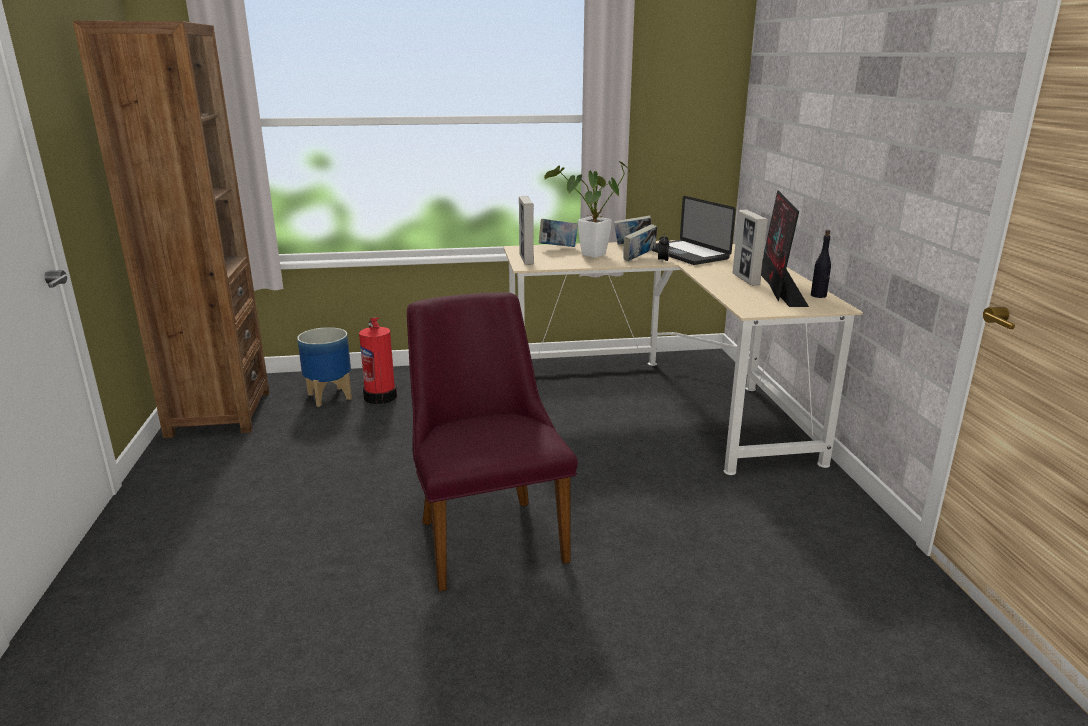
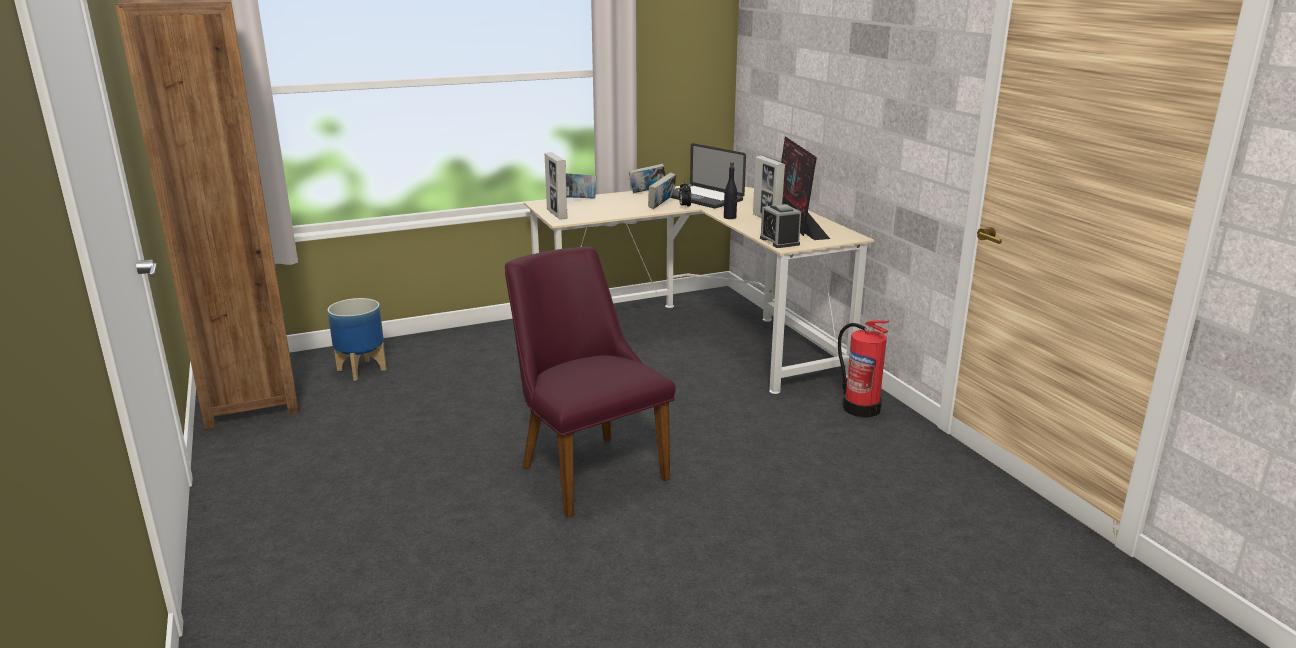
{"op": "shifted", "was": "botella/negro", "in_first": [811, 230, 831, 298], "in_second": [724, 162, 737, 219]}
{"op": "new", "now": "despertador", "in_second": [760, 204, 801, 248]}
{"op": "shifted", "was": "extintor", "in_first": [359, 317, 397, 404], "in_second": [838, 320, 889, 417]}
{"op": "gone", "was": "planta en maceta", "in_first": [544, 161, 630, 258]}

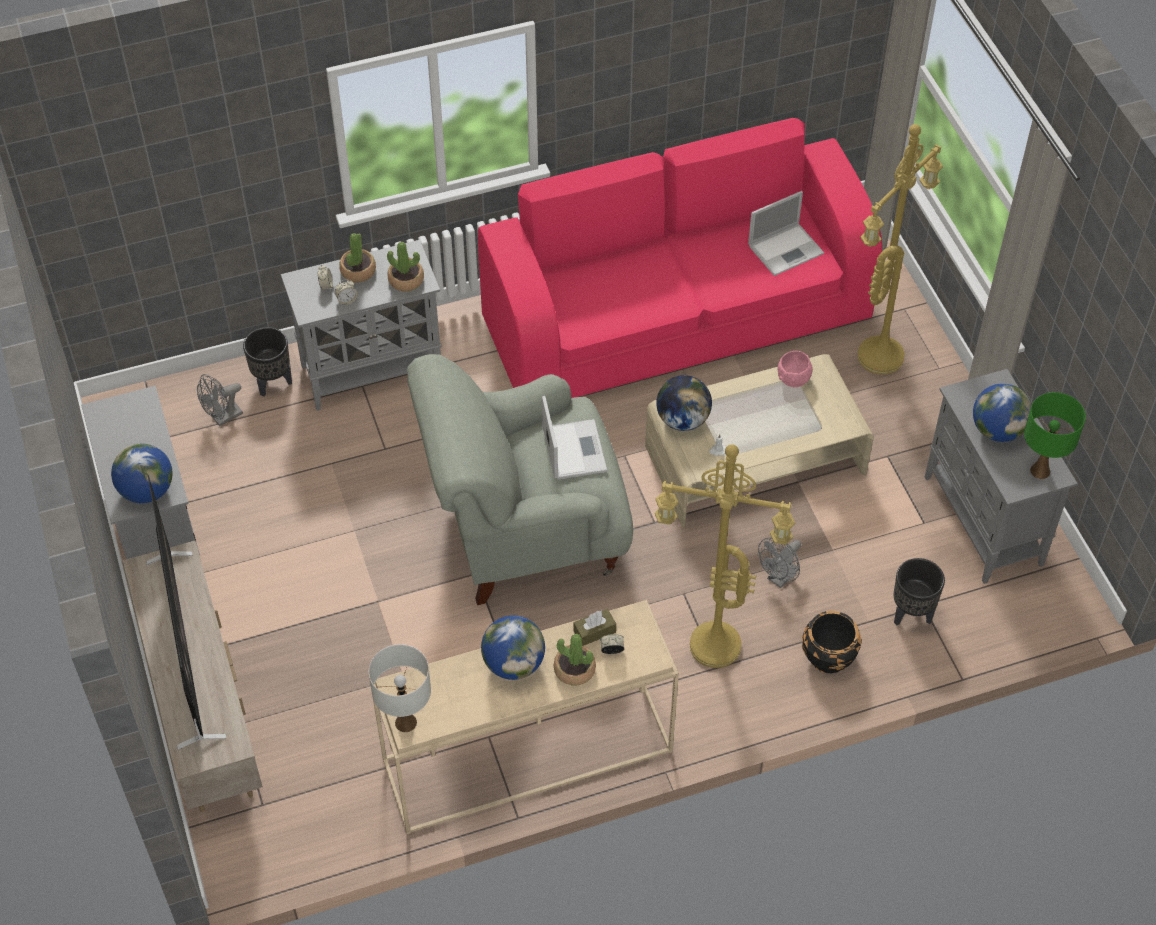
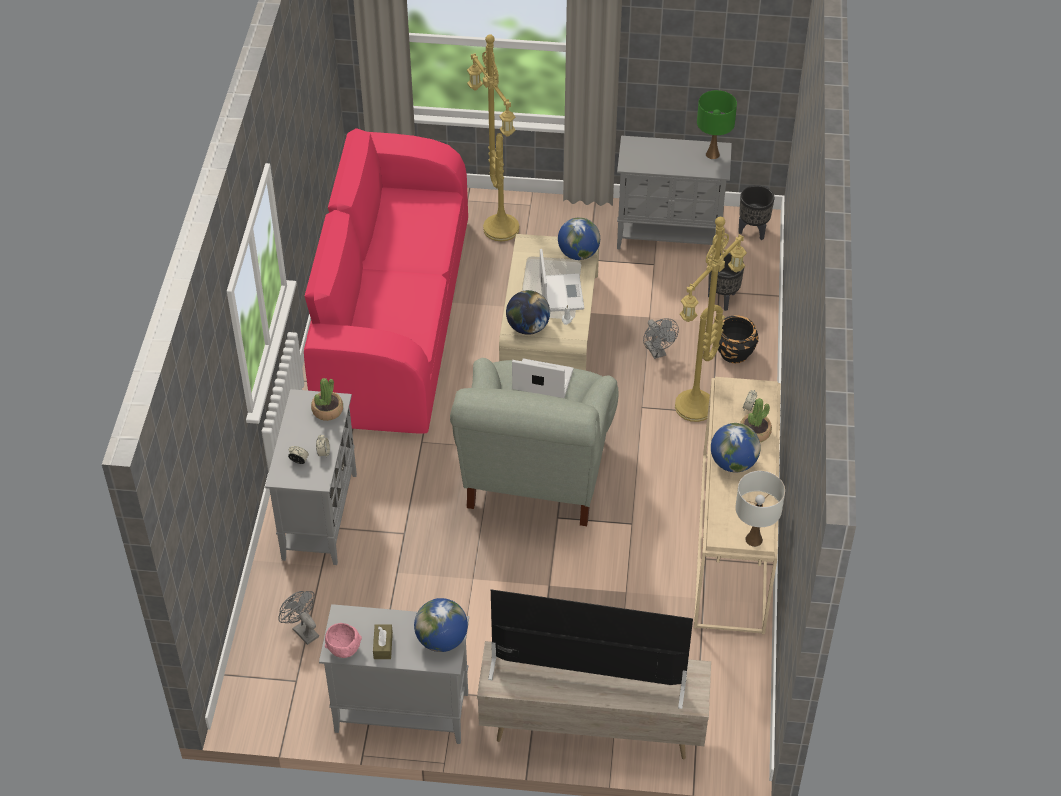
{"op": "rotated", "was": "ventilador/gris", "in_first": [197, 374, 243, 426], "in_second": [278, 591, 319, 645], "clockwise": 150}
{"op": "shifted", "was": "cuenco/rosa", "in_first": [778, 351, 813, 387], "in_second": [325, 623, 362, 658]}
{"op": "shifted", "was": "caja de pañuelos/marrón", "in_first": [573, 609, 616, 646], "in_second": [373, 624, 393, 659]}
{"op": "shifted", "was": "portátil", "in_first": [748, 191, 824, 276], "in_second": [540, 249, 584, 312]}
{"op": "shifted", "was": "globo terráqueo", "in_first": [973, 383, 1032, 442], "in_second": [558, 217, 600, 260]}
{"op": "shifted", "was": "maceta/negro", "in_first": [243, 327, 292, 397], "in_second": [738, 185, 774, 240]}
{"op": "gone", "was": "planta en maceta", "in_first": [339, 233, 376, 283]}

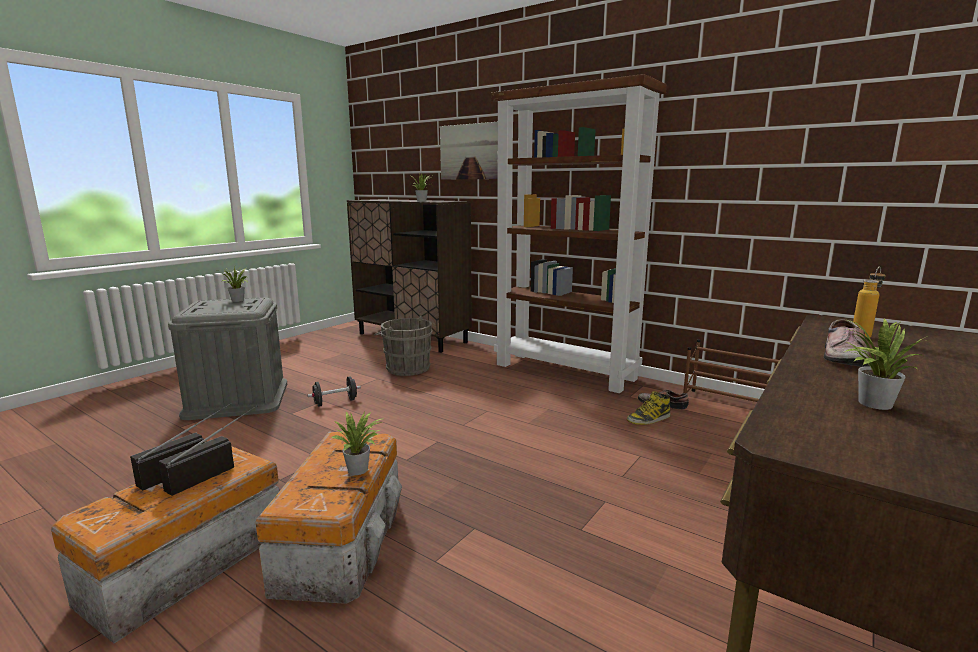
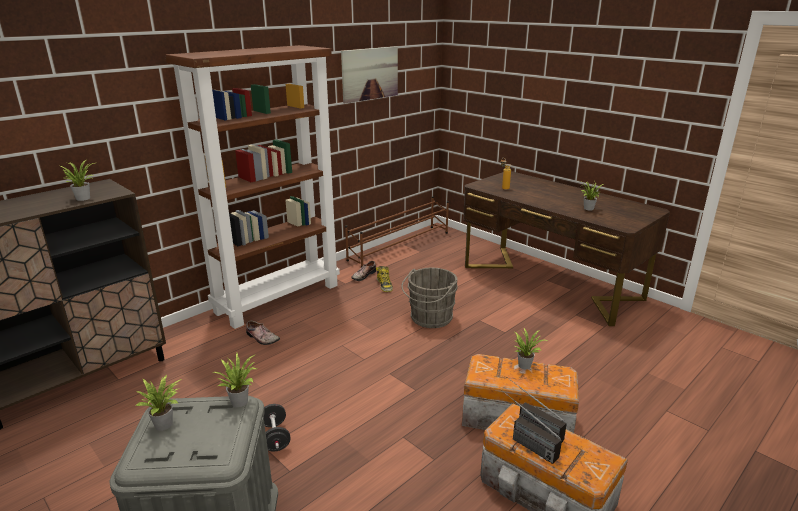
{"op": "new", "now": "planta en maceta", "in_second": [212, 353, 257, 407]}
{"op": "shifted", "was": "zapato", "in_first": [824, 319, 870, 367], "in_second": [246, 321, 280, 345]}
{"op": "shifted", "was": "cuadro", "in_first": [440, 122, 498, 179], "in_second": [341, 46, 398, 103]}
{"op": "shifted", "was": "cubo/gris", "in_first": [374, 316, 433, 376], "in_second": [402, 268, 458, 328]}

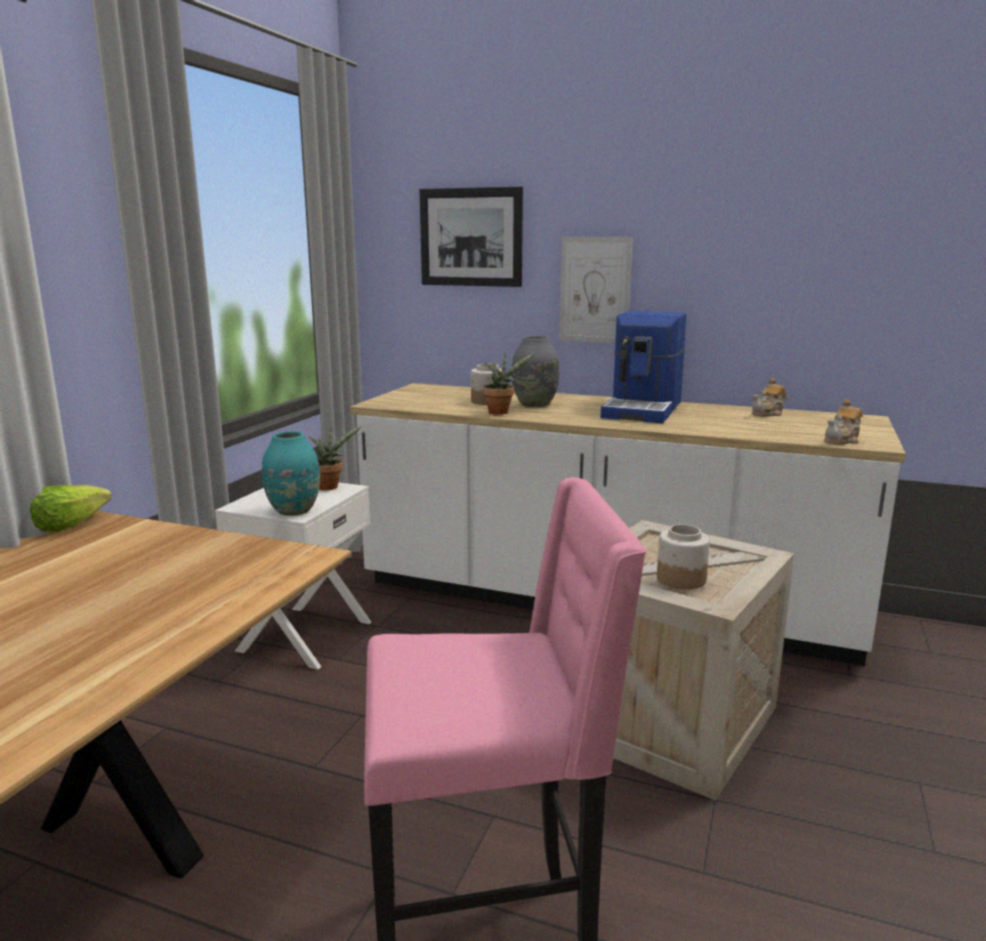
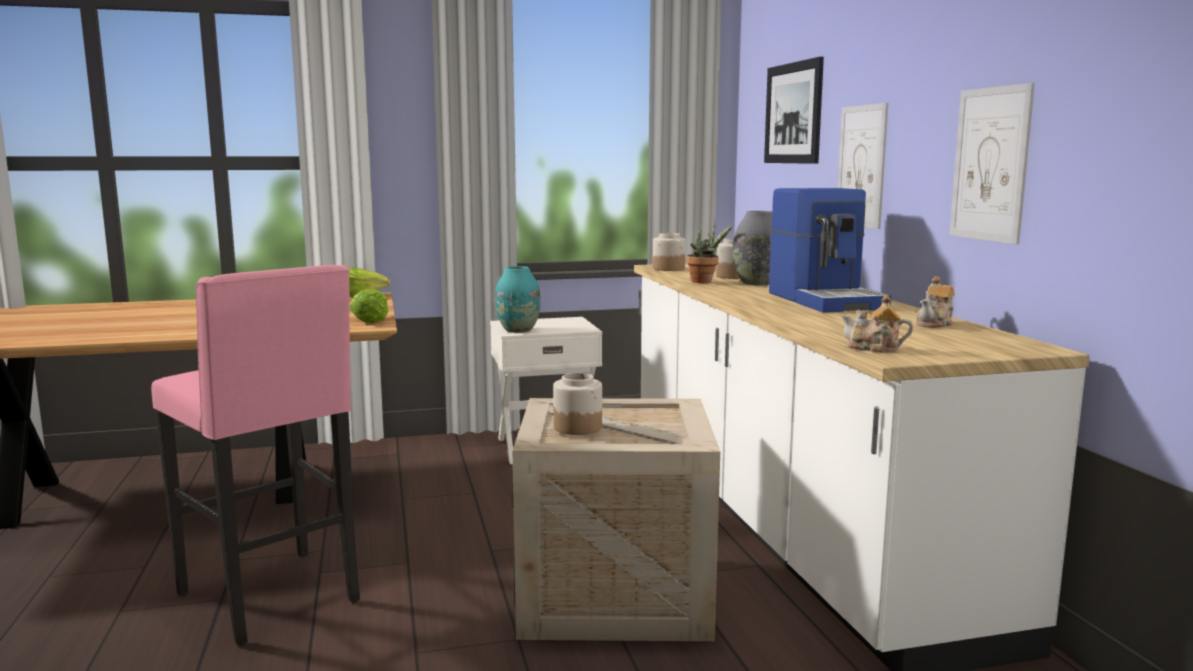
{"op": "new", "now": "lechuga", "in_second": [350, 289, 388, 323]}
{"op": "new", "now": "tarro", "in_second": [653, 233, 686, 271]}
{"op": "rotated", "was": "cafetera", "in_first": [600, 311, 687, 423], "in_second": [769, 188, 892, 313], "clockwise": -90}
{"op": "rotated", "was": "tetera", "in_first": [752, 378, 787, 417], "in_second": [916, 276, 955, 328], "clockwise": -75}
{"op": "new", "now": "cuadro", "in_second": [949, 83, 1035, 244]}
{"op": "gone", "was": "planta en maceta", "in_first": [309, 426, 361, 490]}

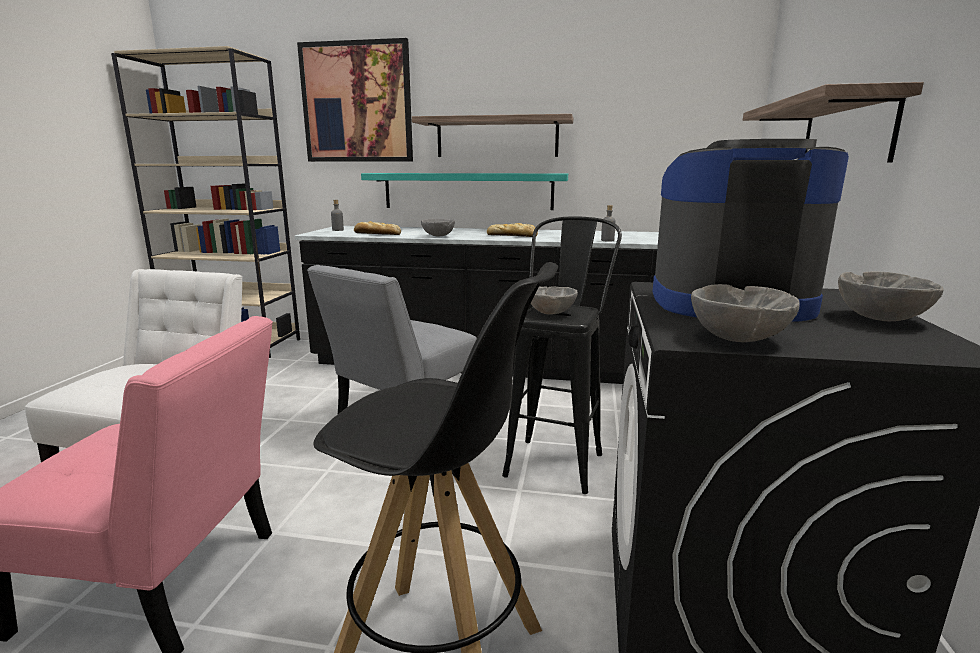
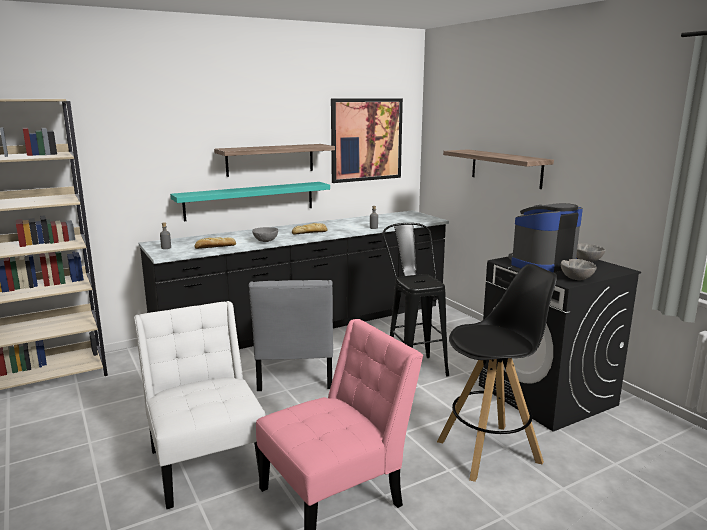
{"op": "shifted", "was": "cuadro", "in_first": [297, 38, 413, 162], "in_second": [331, 98, 403, 183]}
{"op": "gone", "was": "cuenco/gris", "in_first": [531, 286, 578, 315]}

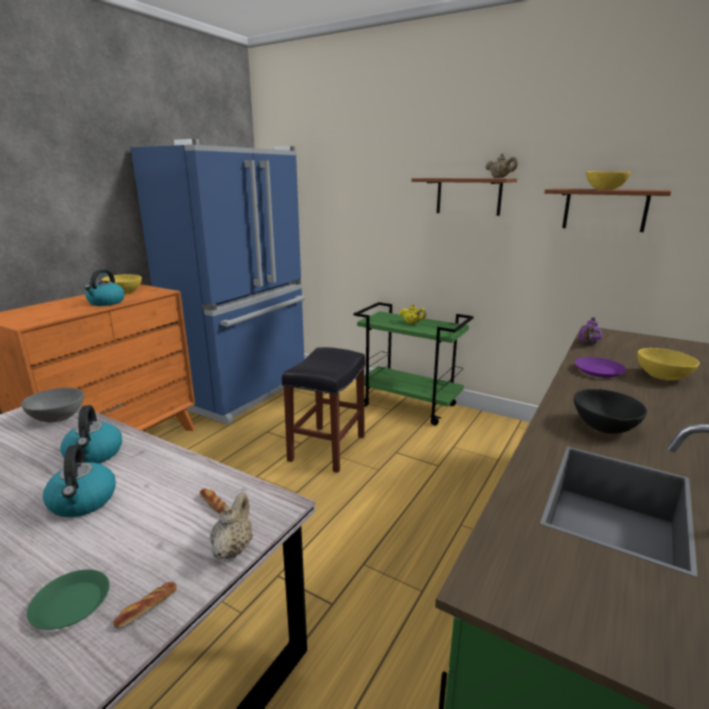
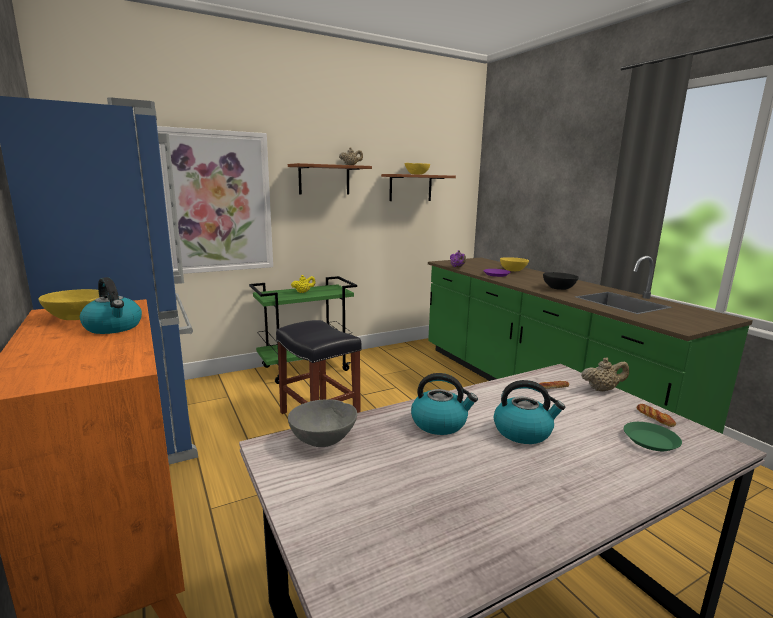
{"op": "new", "now": "cuadro", "in_second": [157, 126, 273, 274]}
{"op": "rotated", "was": "tetera/beis", "in_first": [210, 493, 253, 559], "in_second": [581, 358, 629, 391], "clockwise": 135}

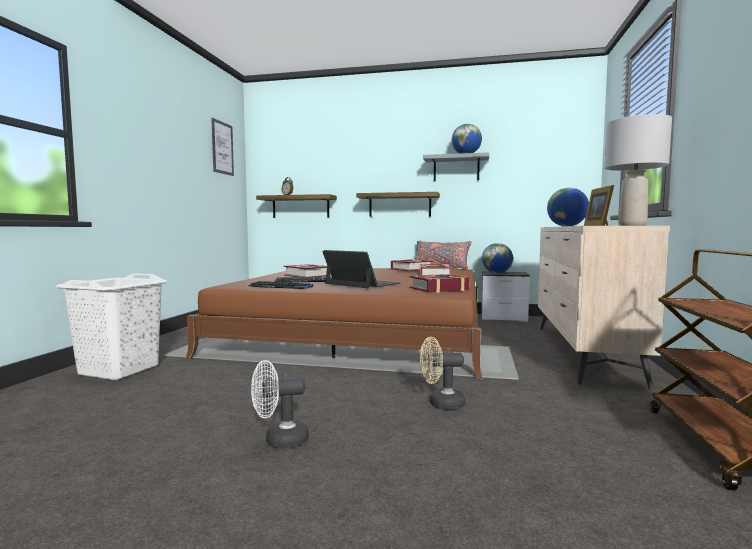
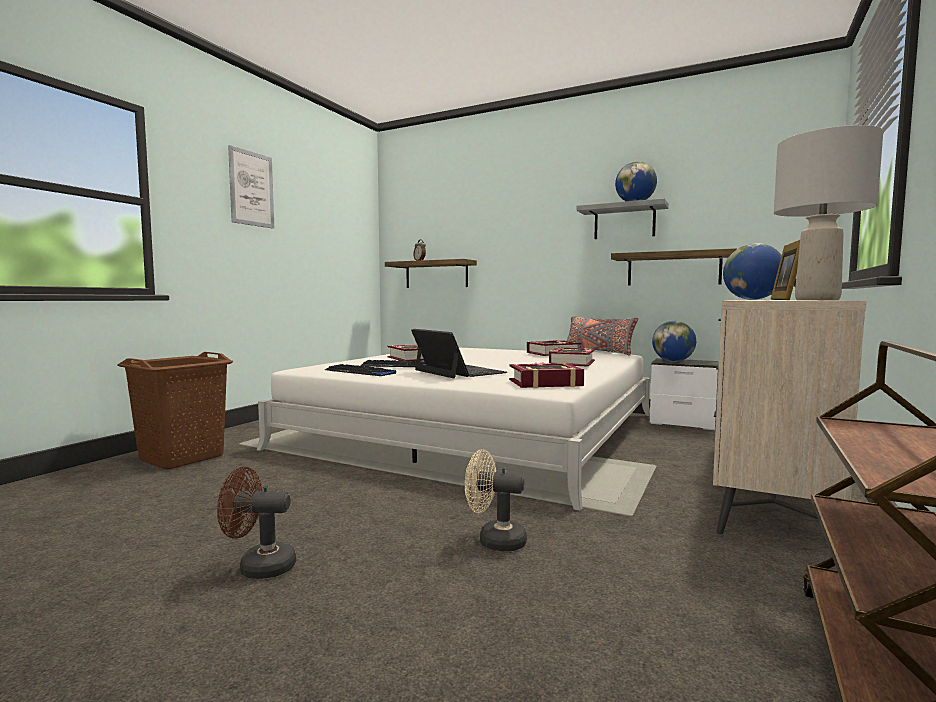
{"op": "repainted", "was": "cesto de la ropa/blanco", "now": "cesto de la ropa/marrón", "in_first": [56, 273, 168, 380], "in_second": [117, 352, 233, 470]}
{"op": "repainted", "was": "ventilador/blanco", "now": "ventilador/marrón", "in_first": [251, 360, 309, 448], "in_second": [217, 467, 296, 579]}
{"op": "shifted", "was": "cuadro", "in_first": [211, 118, 234, 176], "in_second": [228, 145, 274, 229]}
{"op": "repainted", "was": "cama/marrón", "now": "cama/blanco", "in_first": [185, 268, 483, 379], "in_second": [257, 348, 650, 511]}
{"op": "shifted", "was": "estante", "in_first": [356, 192, 440, 217], "in_second": [611, 248, 737, 286]}

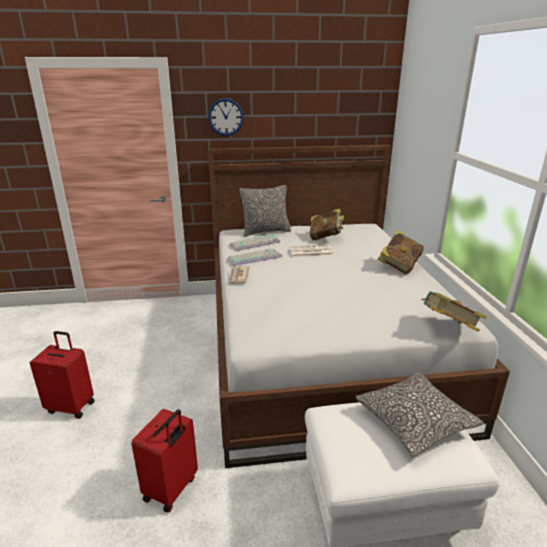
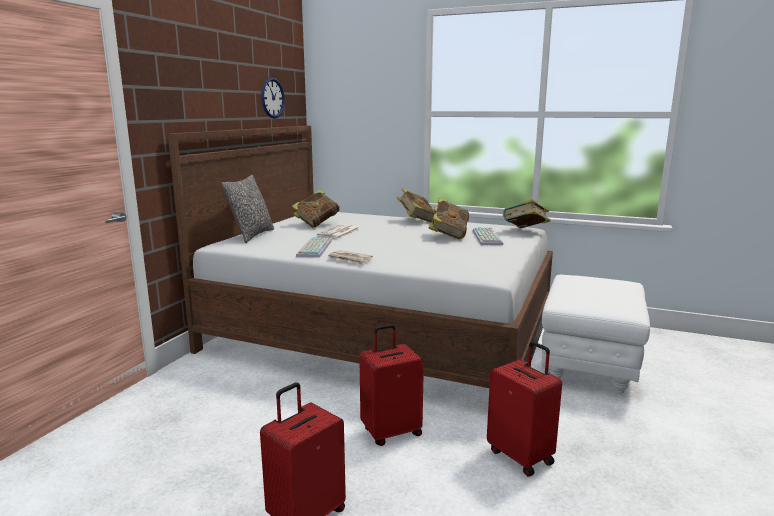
{"op": "shifted", "was": "reloj de pared", "in_first": [208, 98, 244, 136], "in_second": [261, 78, 285, 118]}
{"op": "new", "now": "maleta/rojo", "in_second": [359, 324, 424, 446]}
{"op": "new", "now": "libro", "in_second": [428, 197, 469, 240]}
{"op": "shifted", "was": "teclado", "in_first": [229, 234, 280, 251], "in_second": [473, 228, 503, 245]}
{"op": "gone", "was": "cojín", "in_first": [356, 372, 484, 457]}

